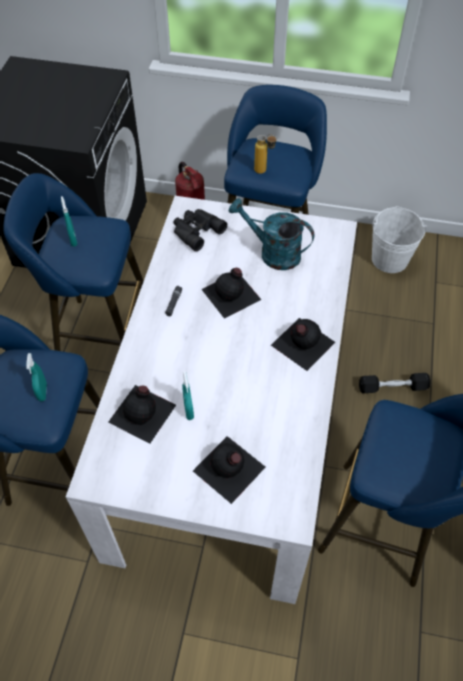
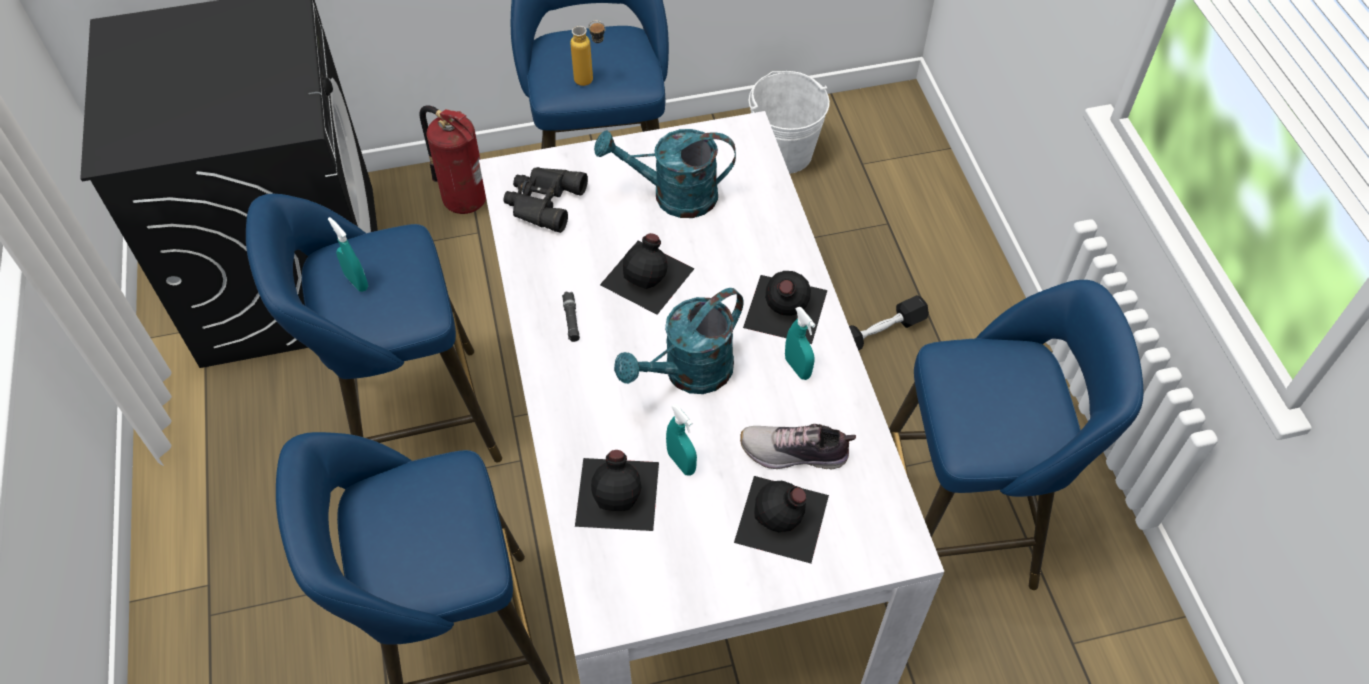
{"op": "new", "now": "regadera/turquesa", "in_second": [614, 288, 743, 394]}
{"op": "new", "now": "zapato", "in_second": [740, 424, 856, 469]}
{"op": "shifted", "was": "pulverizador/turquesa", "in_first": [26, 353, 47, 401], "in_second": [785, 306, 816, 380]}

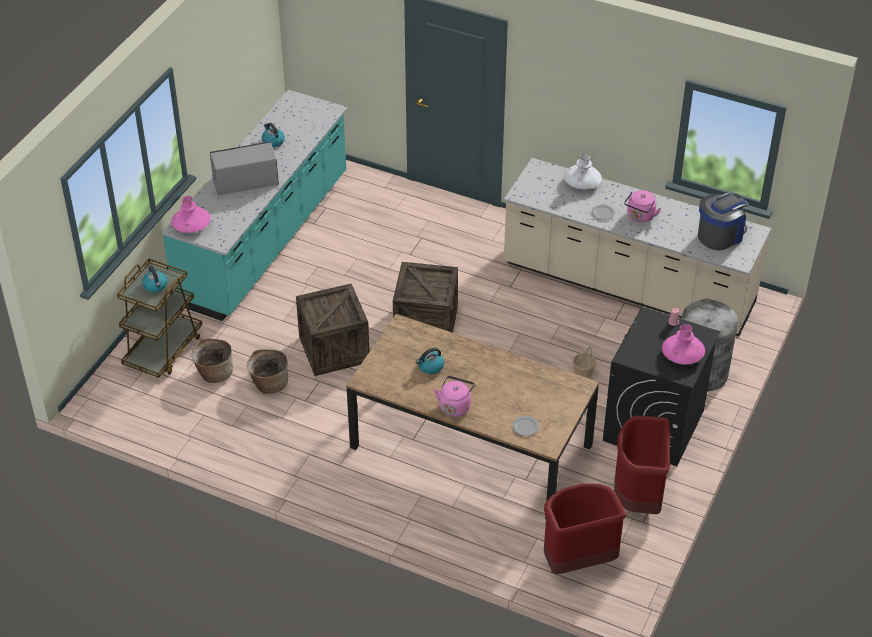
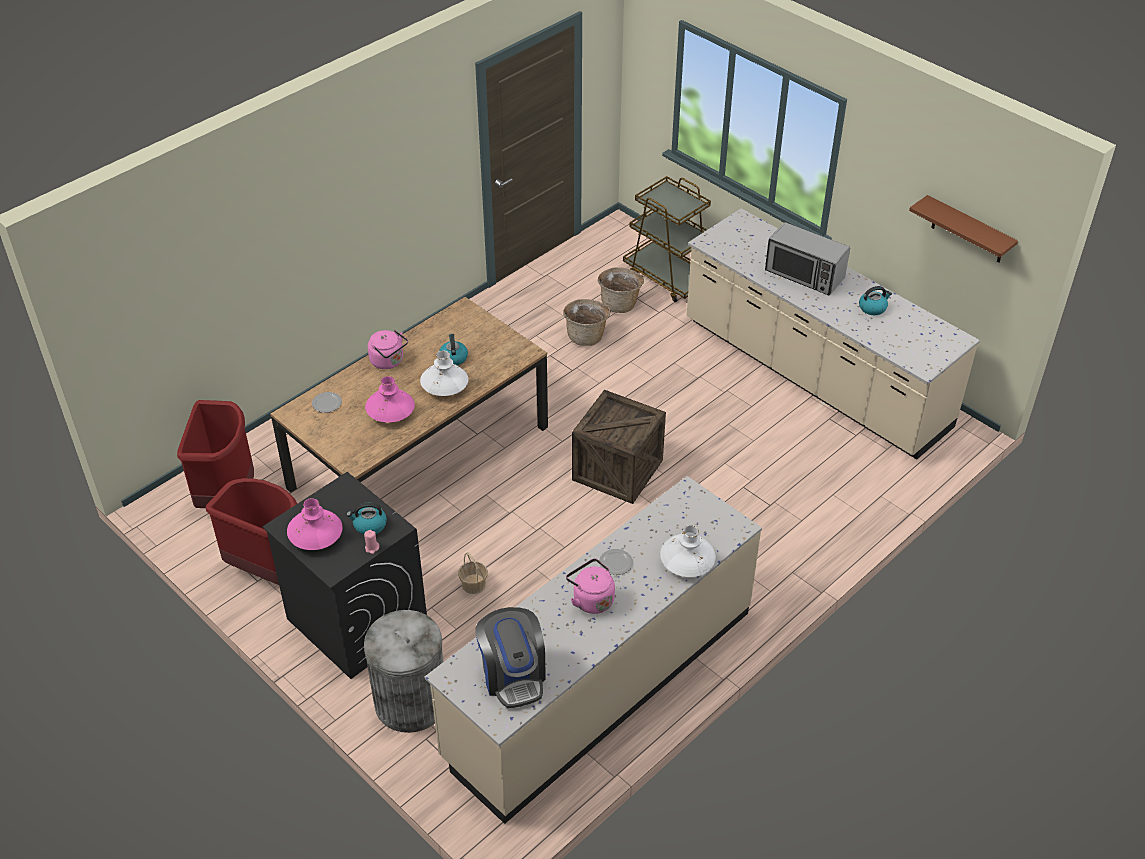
{"op": "shifted", "was": "hervidor", "in_first": [142, 266, 167, 293], "in_second": [346, 503, 387, 535]}
{"op": "shifted", "was": "florero/rosa", "in_first": [171, 196, 211, 233], "in_second": [365, 376, 415, 423]}
{"op": "new", "now": "florero/blanco", "in_second": [420, 350, 469, 396]}
{"op": "repainted", "was": "mueble bajo de cocina/turquesa", "now": "mueble bajo de cocina/beis", "in_first": [162, 90, 347, 321], "in_second": [687, 208, 980, 460]}
{"op": "rotated", "was": "microondas", "in_first": [210, 142, 279, 195], "in_second": [765, 222, 850, 296], "clockwise": 120}
{"op": "new", "now": "estante/marrón", "in_second": [909, 195, 1018, 263]}
{"op": "gone", "was": "caja de embalaje", "in_first": [296, 284, 370, 376]}

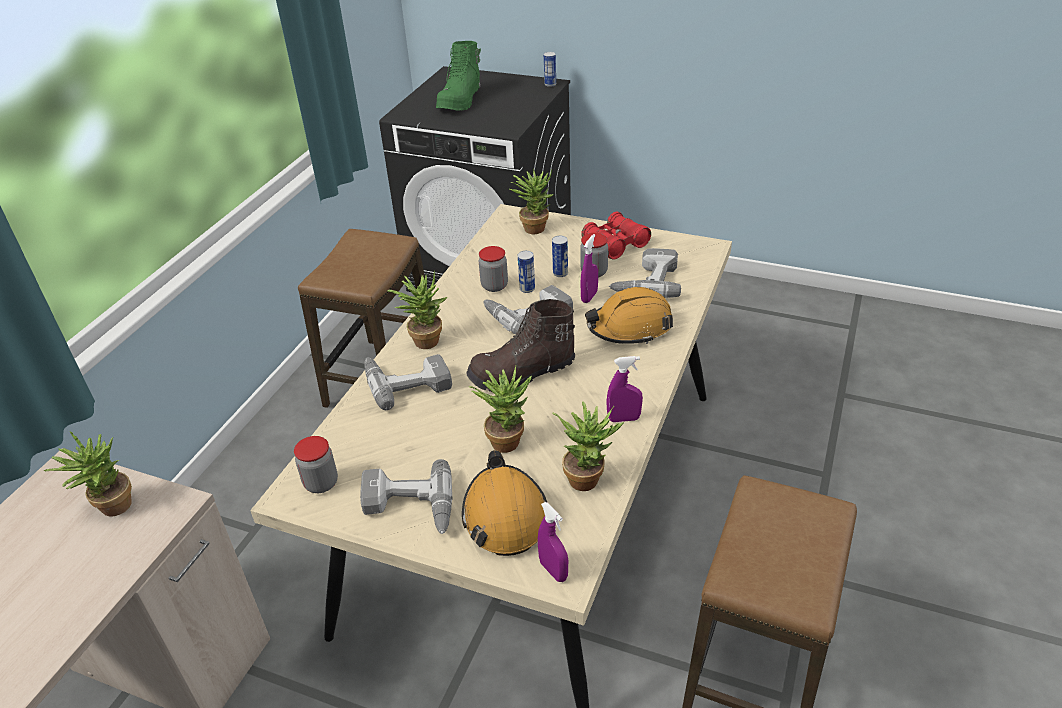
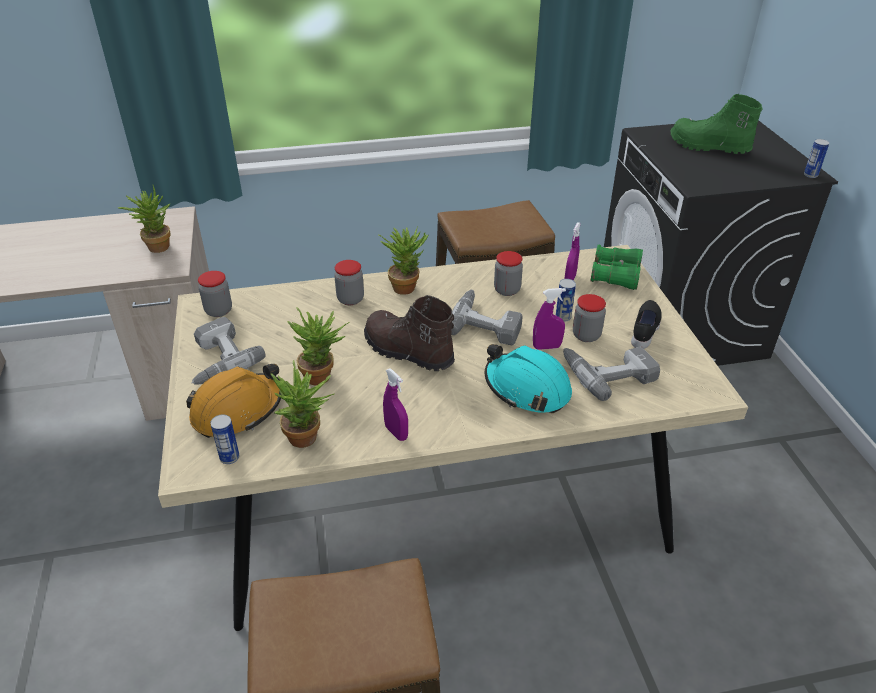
{"op": "shifted", "was": "lata", "in_first": [518, 251, 535, 293], "in_second": [210, 415, 239, 464]}
{"op": "swapped", "was": "taladro", "now": "tarro", "in_first": [364, 354, 452, 410], "in_second": [334, 260, 364, 305]}
{"op": "repainted", "was": "casco/naranja", "now": "casco/turquesa", "in_first": [585, 287, 673, 344], "in_second": [485, 344, 572, 413]}
{"op": "shifted", "was": "pulverizador/morado", "in_first": [538, 502, 568, 582], "in_second": [565, 222, 581, 281]}
{"op": "swapped", "was": "planta en maceta", "now": "prismáticos/verde", "in_first": [510, 169, 554, 234], "in_second": [591, 245, 643, 290]}
{"op": "swapped", "was": "prismáticos/rojo", "now": "zapato/negro", "in_first": [581, 211, 651, 260], "in_second": [631, 300, 662, 349]}
{"op": "rotated", "was": "bota/verde", "in_first": [436, 41, 481, 111], "in_second": [671, 94, 763, 154], "clockwise": 45}

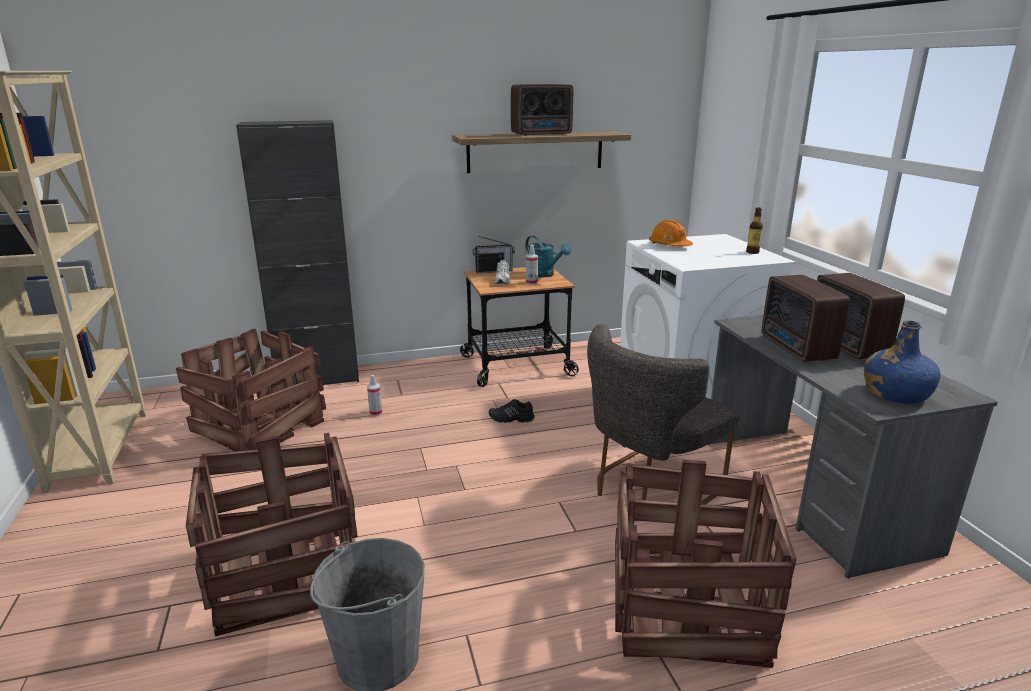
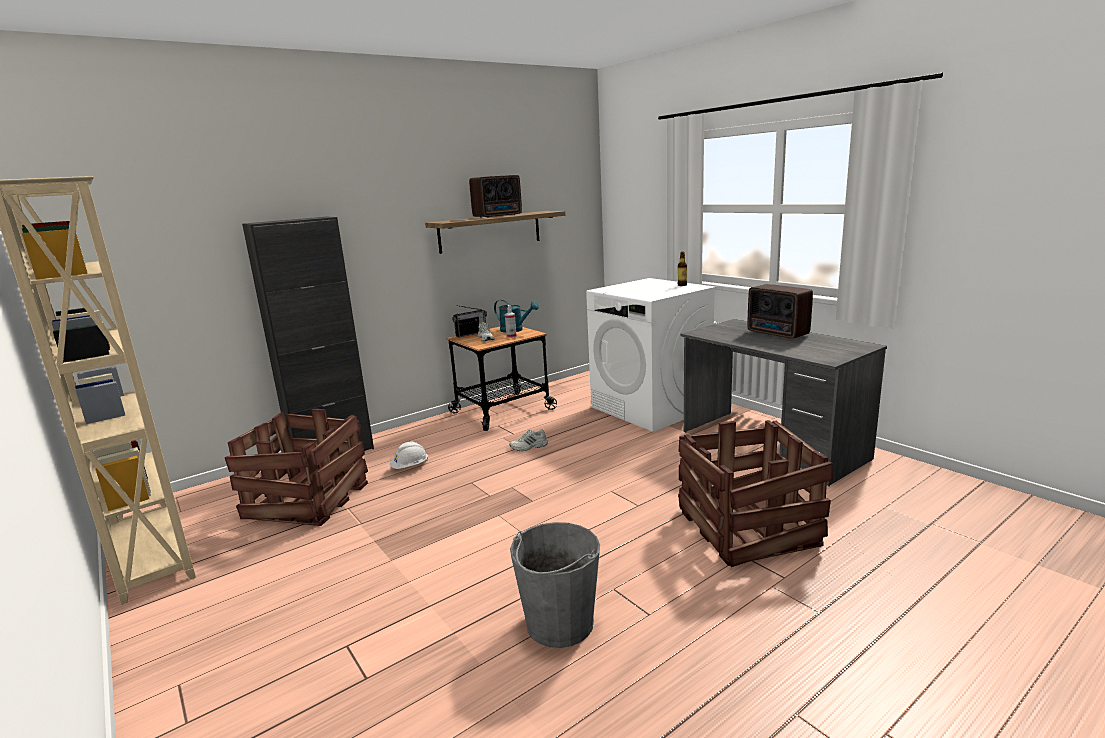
{"op": "swapped", "was": "pulverizador", "now": "casco/blanco", "in_first": [367, 375, 382, 416], "in_second": [390, 442, 428, 469]}
{"op": "repainted", "was": "zapato/negro", "now": "zapato/blanco", "in_first": [488, 399, 535, 423], "in_second": [509, 429, 548, 451]}
{"op": "gone", "was": "caja de embalaje", "in_first": [186, 433, 358, 636]}
{"op": "gone", "was": "silla/gris", "in_first": [587, 324, 739, 504]}
{"op": "gone", "was": "casco/naranja", "in_first": [649, 220, 693, 247]}
{"op": "gone", "was": "radio", "in_first": [762, 275, 850, 362]}
{"op": "gone", "was": "botella/azul", "in_first": [864, 321, 941, 404]}

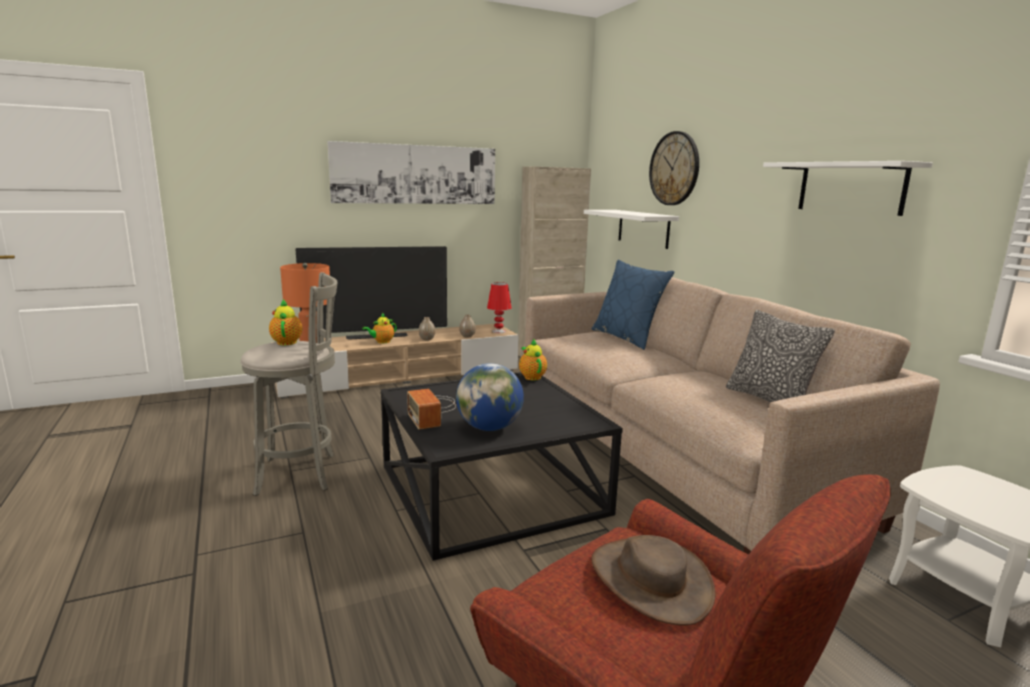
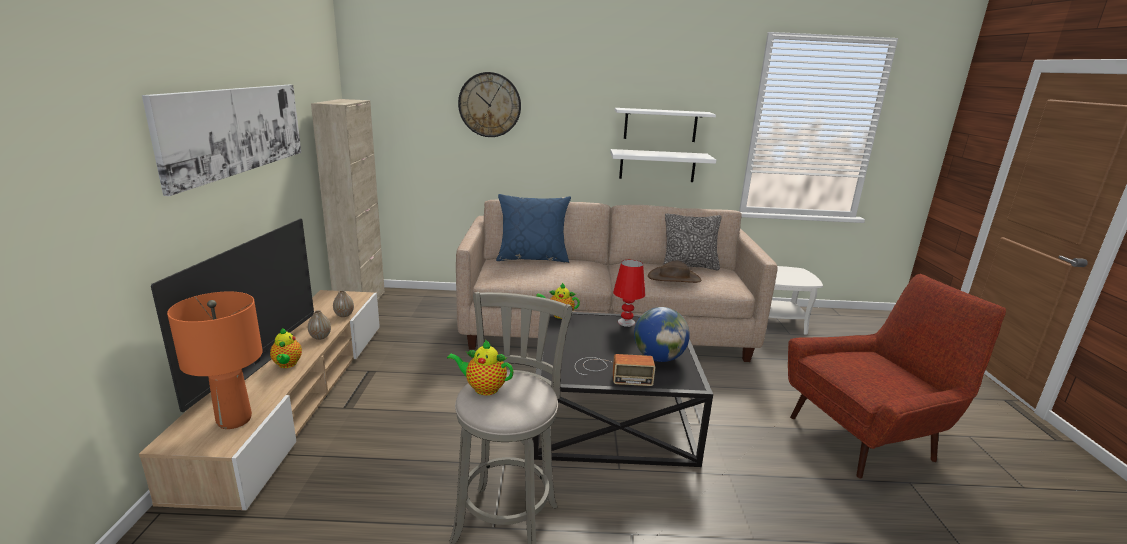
{"op": "shifted", "was": "estante/blanco", "in_first": [584, 210, 679, 249], "in_second": [610, 149, 716, 182]}
{"op": "shifted", "was": "lámpara de mesa/rojo", "in_first": [487, 282, 511, 333], "in_second": [613, 260, 645, 327]}
{"op": "shifted", "was": "sombrero/marrón", "in_first": [592, 535, 716, 626], "in_second": [648, 261, 701, 283]}

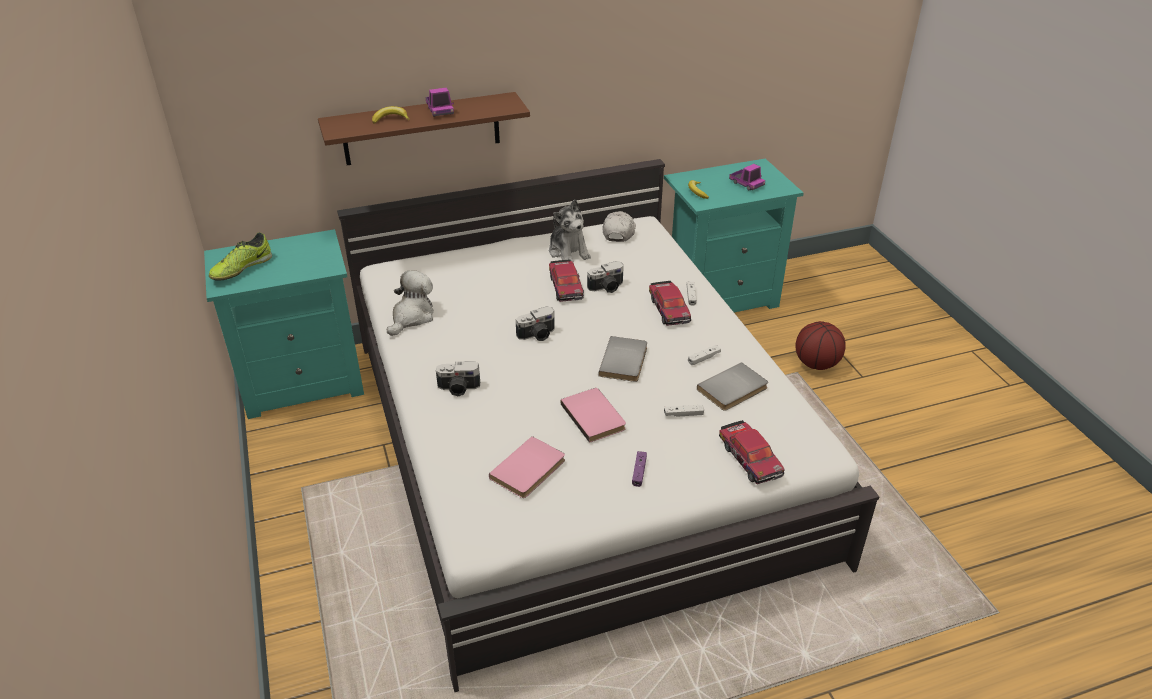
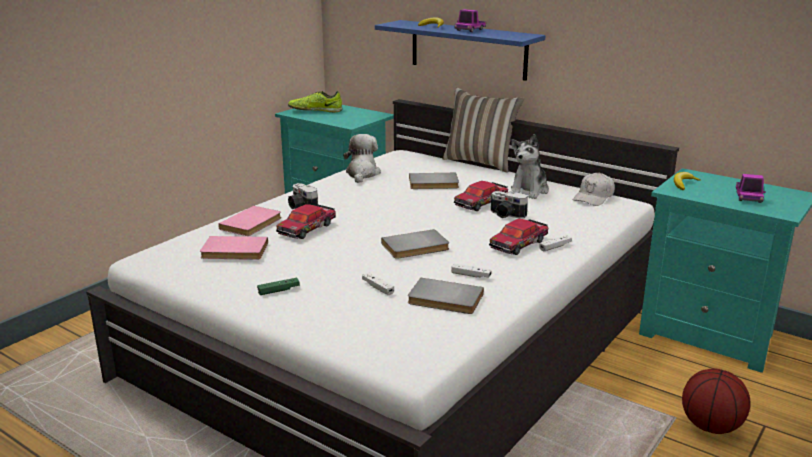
{"op": "shifted", "was": "libro/rosa", "in_first": [560, 388, 626, 443], "in_second": [218, 206, 281, 236]}
{"op": "repainted", "was": "mando de consola/morado", "now": "mando de consola/verde", "in_first": [632, 451, 647, 487], "in_second": [257, 278, 300, 295]}
{"op": "shifted", "was": "coche de juguete", "in_first": [719, 420, 785, 484], "in_second": [276, 204, 336, 239]}
{"op": "rotated", "was": "peluche", "in_first": [387, 271, 434, 336], "in_second": [343, 134, 381, 183], "clockwise": -75}
{"op": "repainted", "was": "estante/marrón", "now": "estante/azul", "in_first": [318, 92, 530, 165], "in_second": [375, 20, 545, 81]}
{"op": "new", "now": "libro/gris", "in_second": [409, 173, 459, 189]}
{"op": "new", "now": "cojín", "in_second": [443, 88, 524, 173]}
{"op": "rotated", "was": "gorra/blanco", "in_first": [603, 211, 636, 242], "in_second": [573, 173, 615, 206], "clockwise": 150}
{"op": "gone", "was": "cámara", "in_first": [516, 307, 555, 341]}

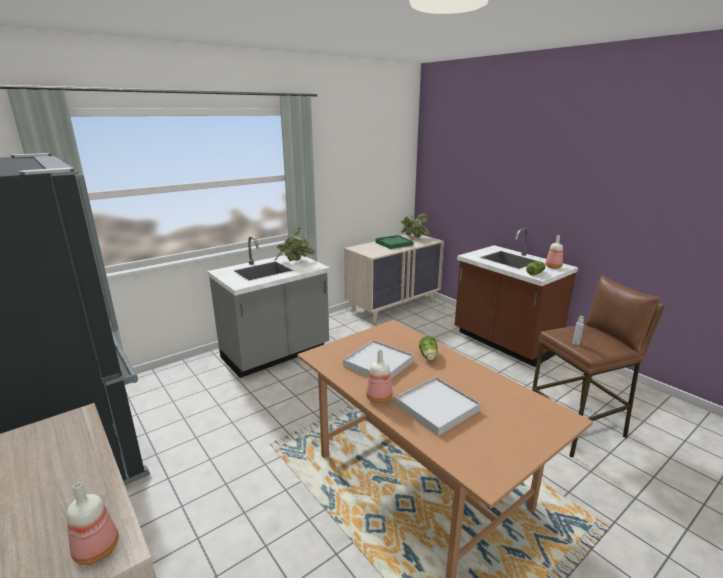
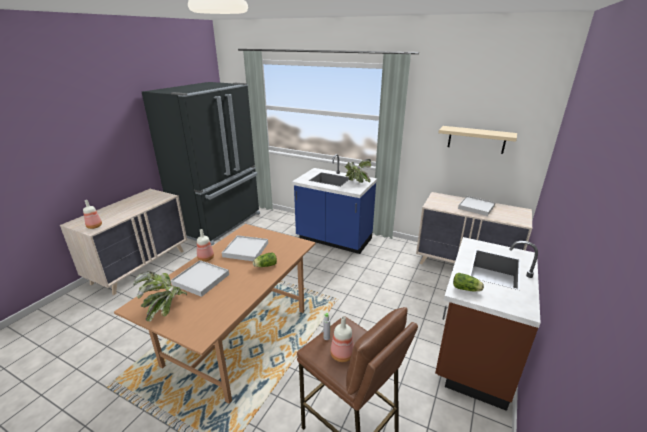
{"op": "shifted", "was": "planta en maceta", "in_first": [401, 213, 430, 237], "in_second": [133, 271, 187, 322]}
{"op": "repainted", "was": "mueble bajo de cocina/gris", "now": "mueble bajo de cocina/azul", "in_first": [207, 236, 330, 378], "in_second": [292, 154, 377, 254]}
{"op": "shifted", "was": "botella", "in_first": [545, 235, 563, 269], "in_second": [330, 316, 354, 362]}
{"op": "new", "now": "estante/beis", "in_second": [439, 126, 517, 154]}
{"op": "repainted", "was": "bandeja/verde", "now": "bandeja/blanco", "in_first": [375, 235, 413, 249], "in_second": [458, 196, 495, 216]}

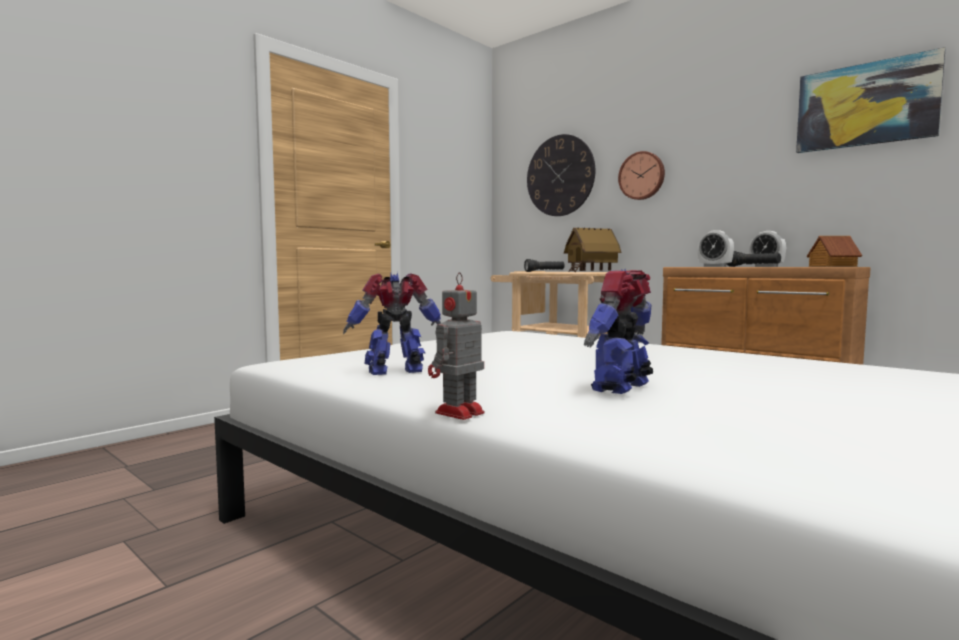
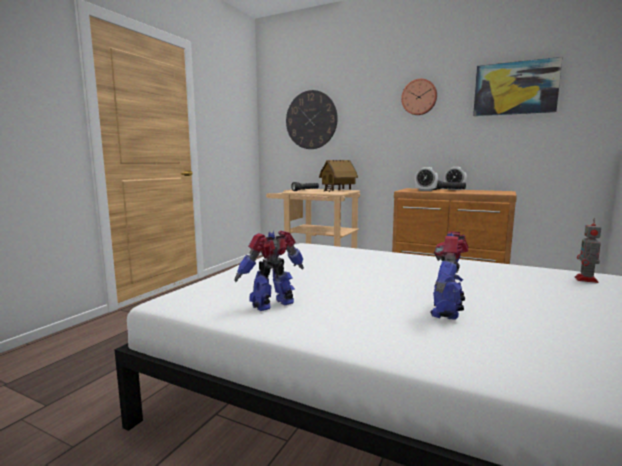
{"op": "shifted", "was": "reloj de pared", "in_first": [618, 151, 665, 200], "in_second": [401, 79, 437, 115]}
{"op": "shifted", "was": "robot de juguete", "in_first": [428, 272, 485, 420], "in_second": [575, 218, 601, 283]}
{"op": "gone", "was": "casita", "in_first": [807, 236, 863, 267]}

